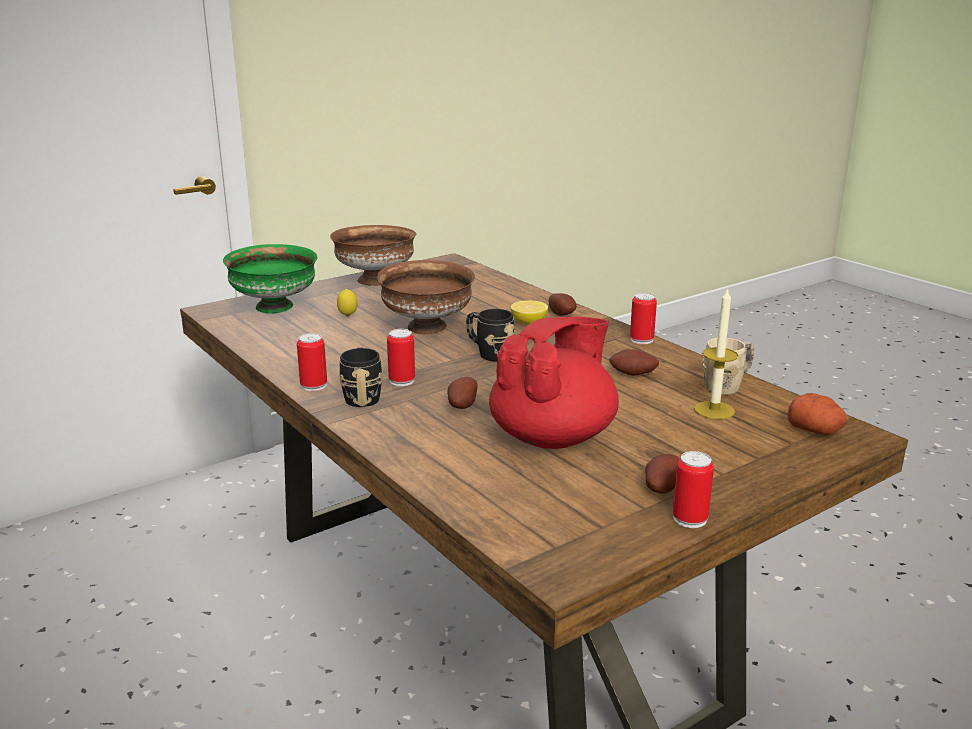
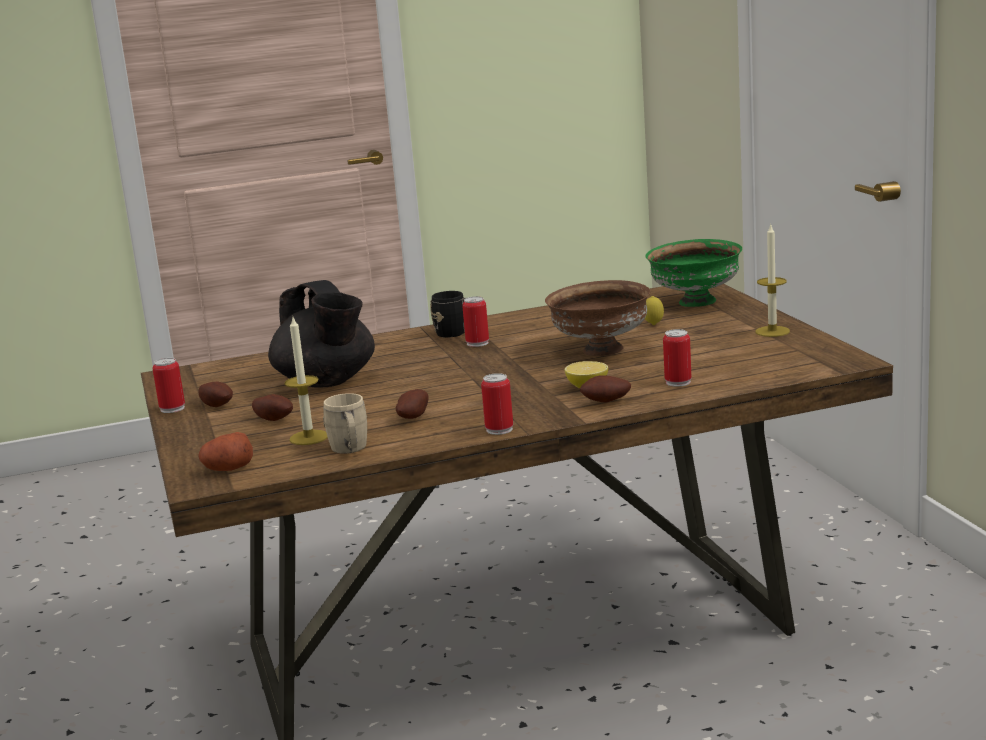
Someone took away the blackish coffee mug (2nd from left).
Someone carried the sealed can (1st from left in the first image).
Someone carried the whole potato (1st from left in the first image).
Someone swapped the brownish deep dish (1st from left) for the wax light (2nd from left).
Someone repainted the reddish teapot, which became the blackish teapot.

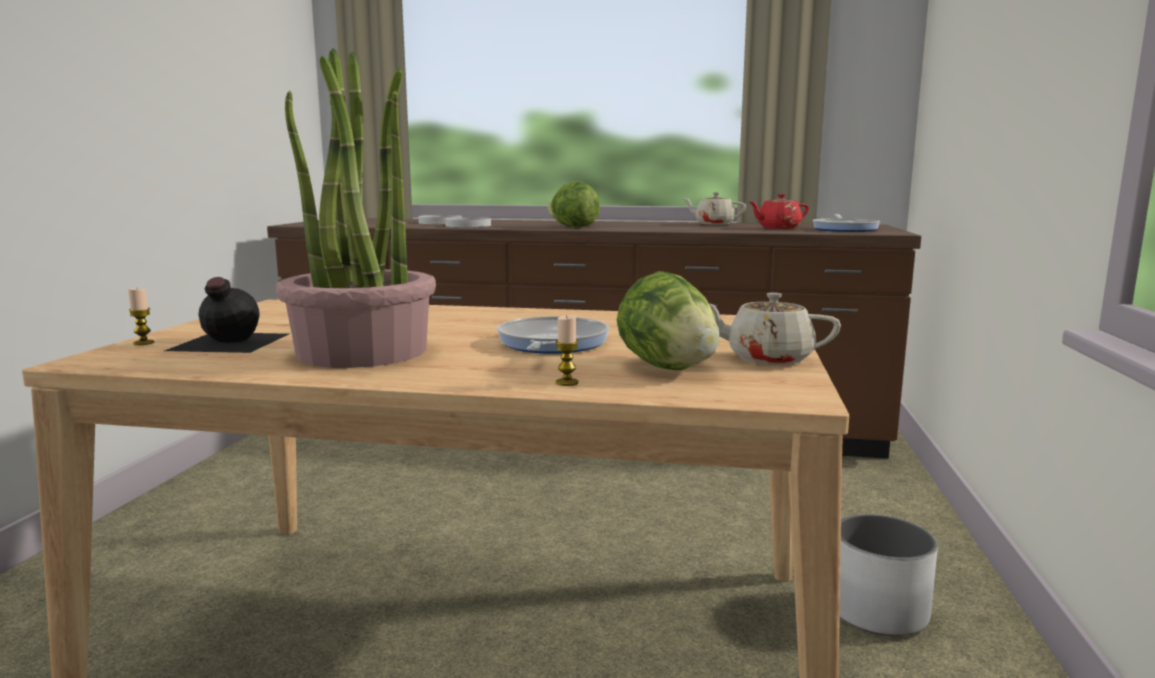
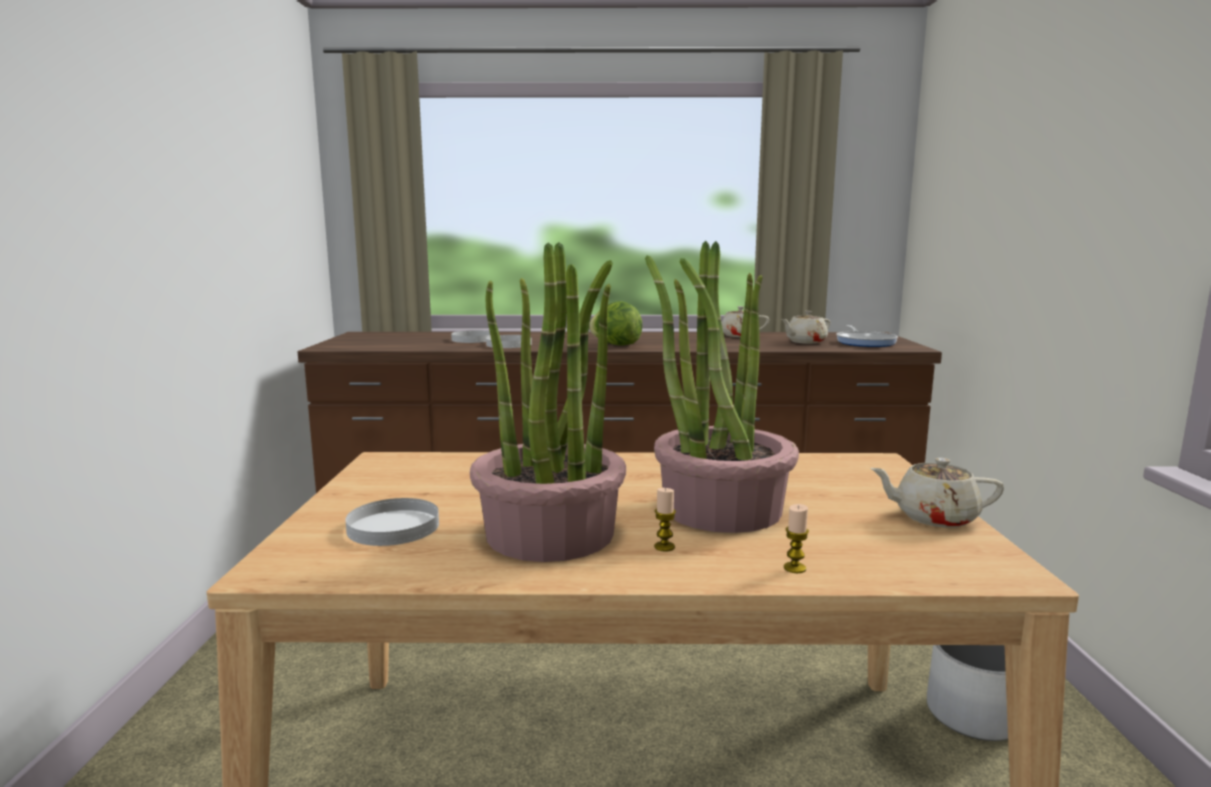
Someone took away the head of lettuce (2nd from left).
Someone carried the wax light (1st from left).
Someone swapped the blackish beverage bottle for the whitish plate (1st from left).
Someone swapped the pan (1st from left) for the potted plant (2nd from left).
Someone repainted the reddish teapot, which became the beige-coloured teapot (2nd from left).

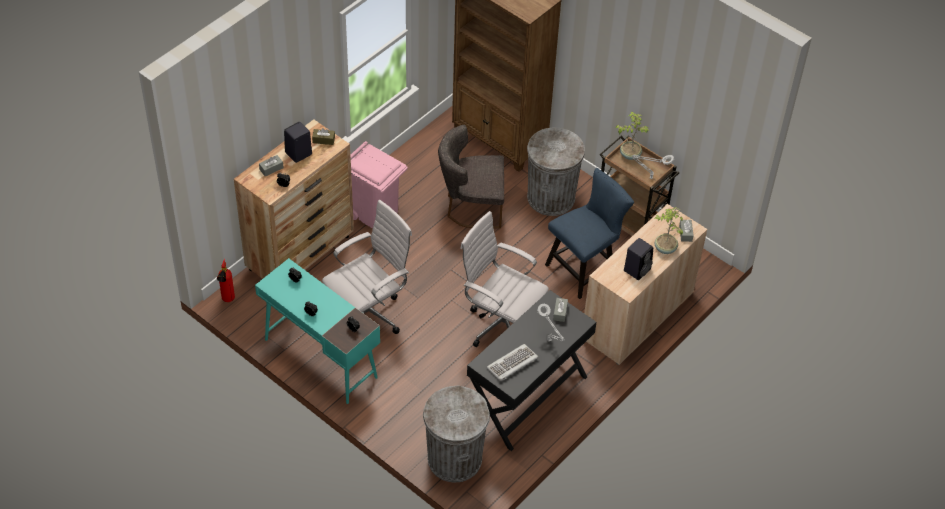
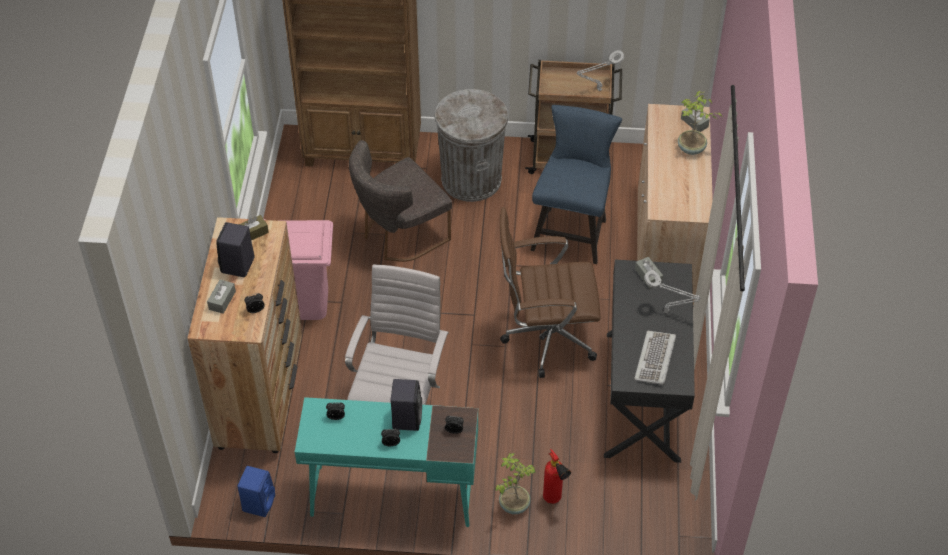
Someone took away the grey waste bin (1st from left).
Someone put down the blue-coloured audio speaker.
Someone carried the extinguisher.
Someone carried the potted plant (1st from left).
Someone carried the blackish audio speaker (2nd from left).
Someone repainted the whitish desk chair (2nd from left), which became the brownish desk chair.

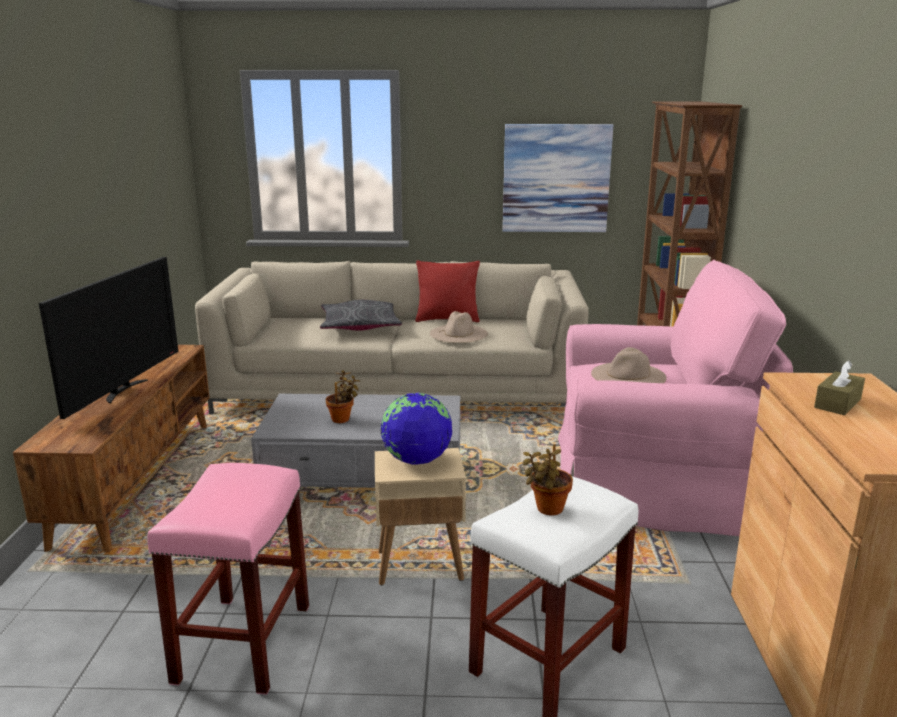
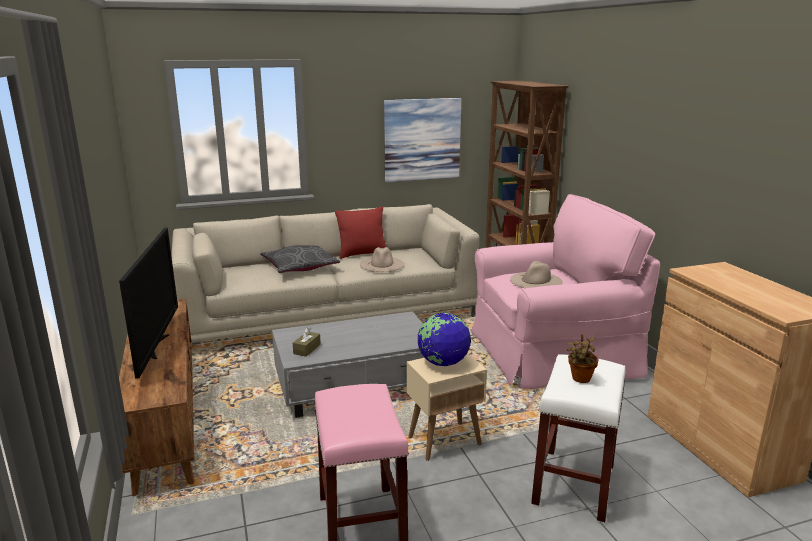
Someone took away the potted plant (1st from left).
Someone carried the brownish tissue box.

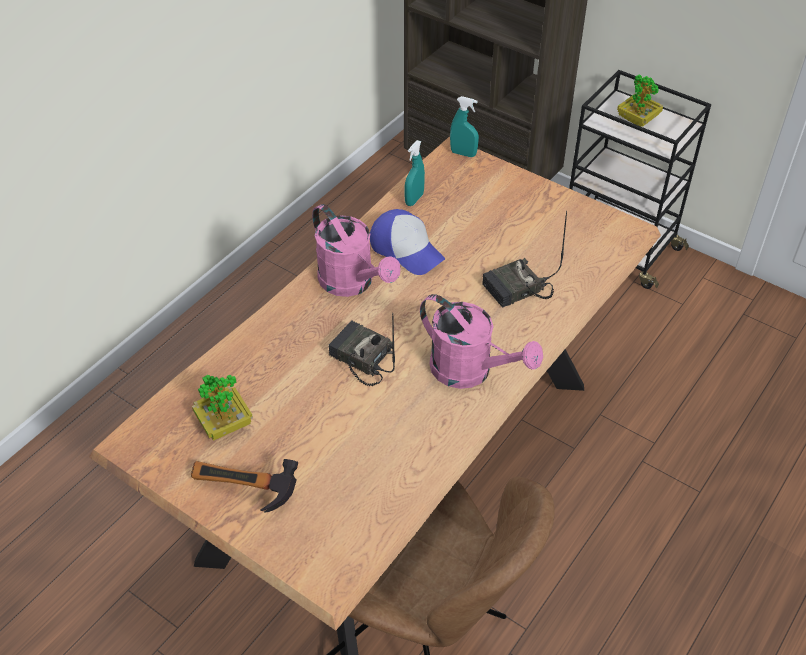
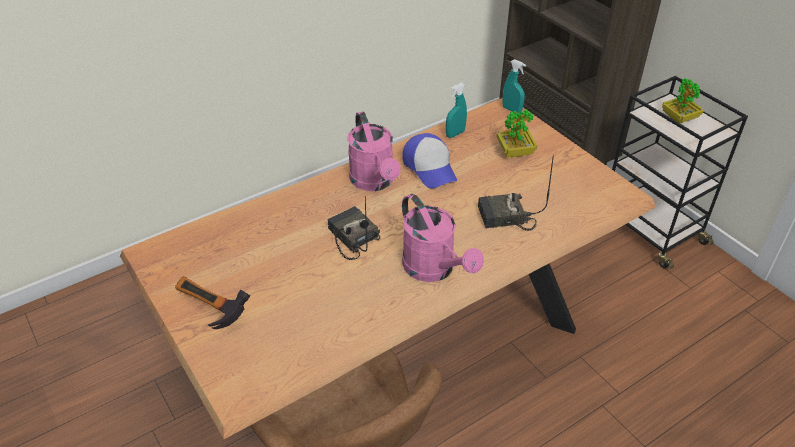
Someone carried the potted plant (1st from left).

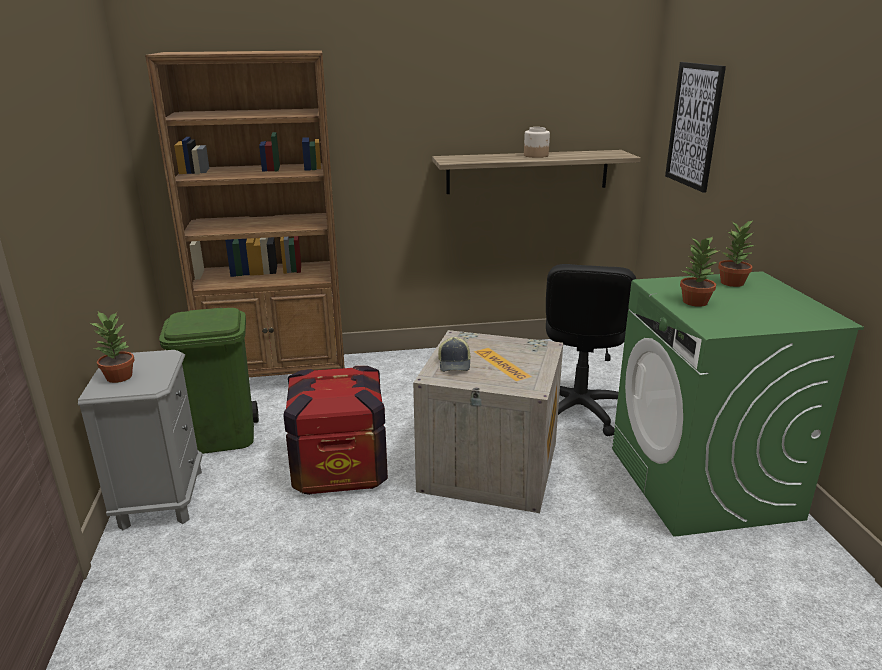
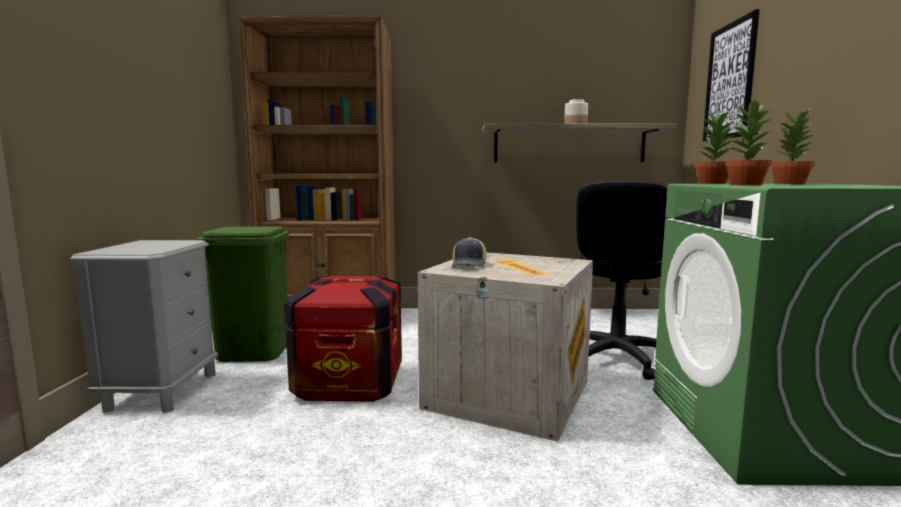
Someone carried the potted plant (1st from left).

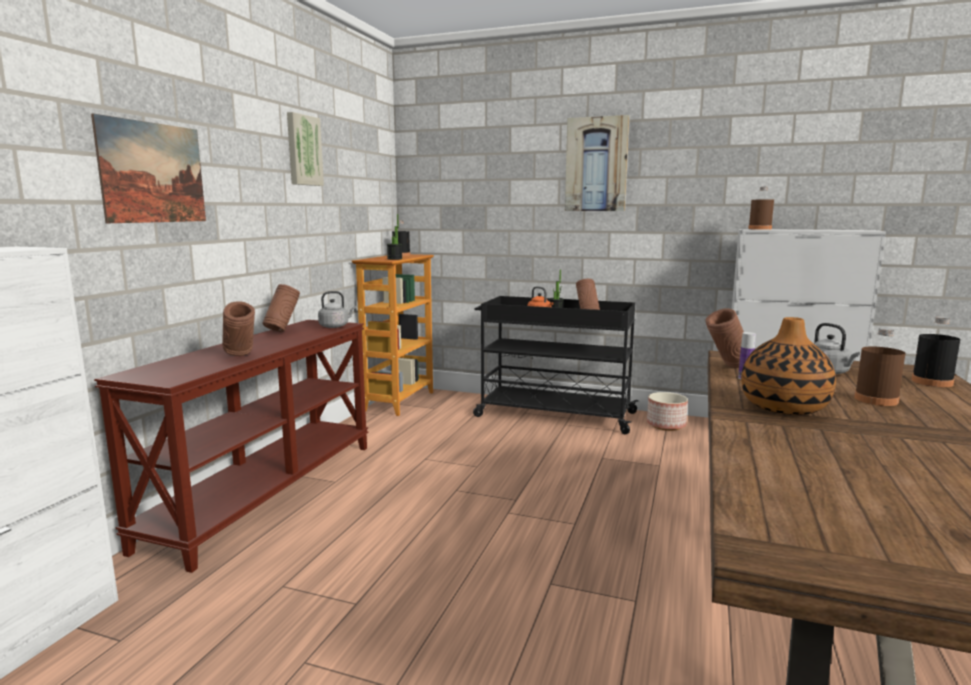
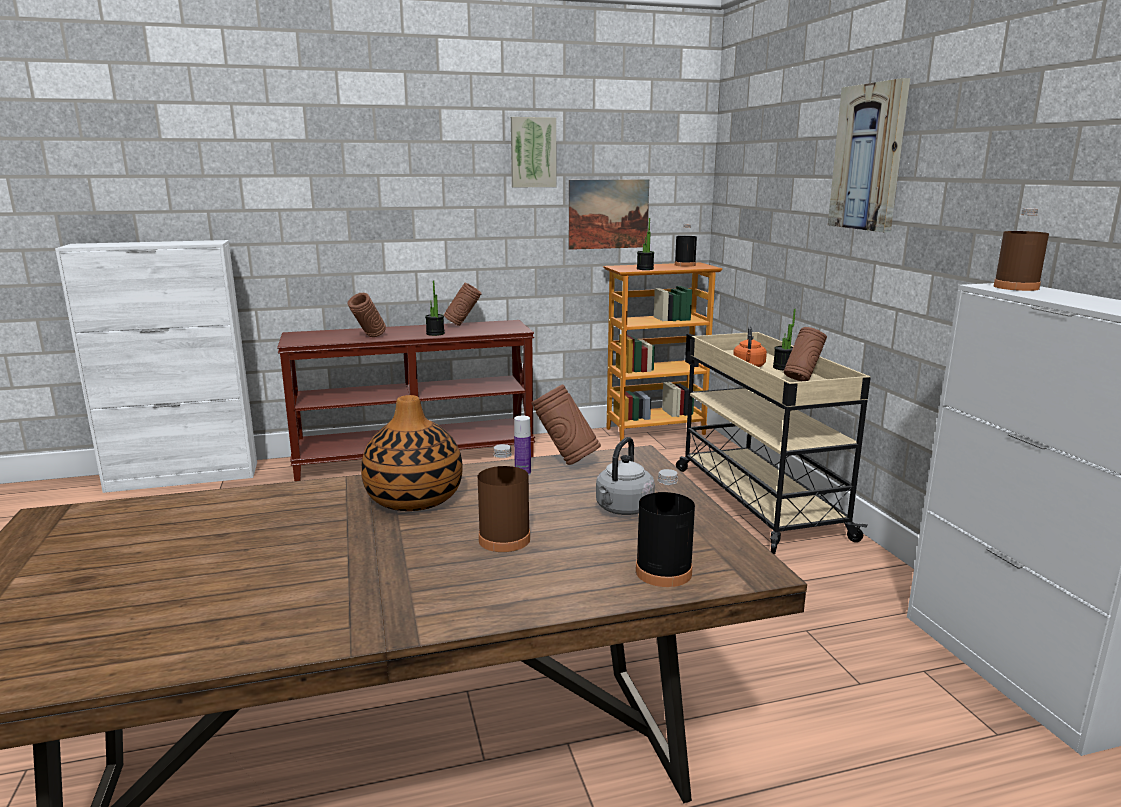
Someone took away the grey water kettle (1st from left).
Someone took away the flower pot.
Someone put down the potted plant (1st from left).
Someone carried the picture (1st from left in the first image).
Someone repainted the blackish cart, which became the beige-coloured cart.

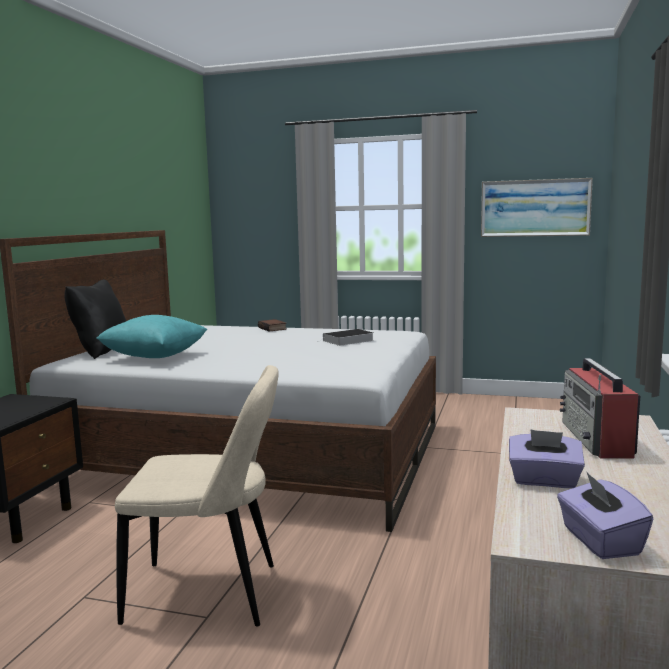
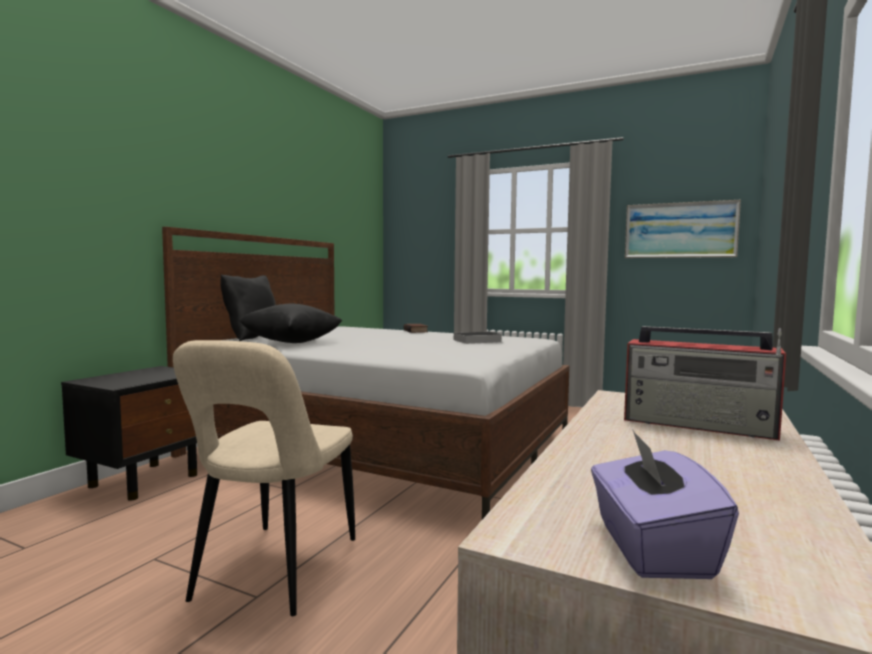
Someone took away the purplish tissue box (1st from left).
Someone repainted the turquoise-coloured throw pillow, which became the blackish throw pillow (2nd from left).
Someone rotated the beige-coloured upright chair by 90 degrees clockwise.
Someone rotated the radio set by 75 degrees counterclockwise.

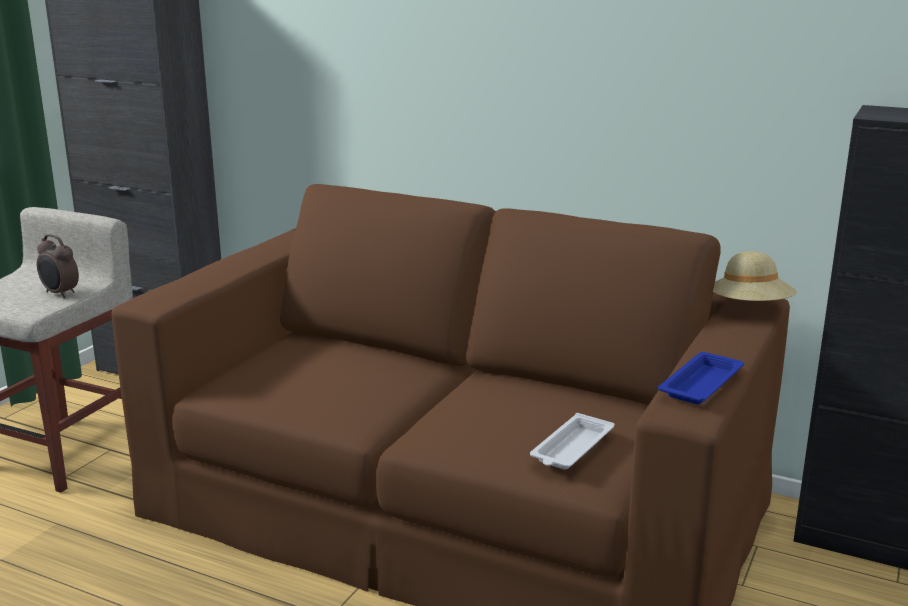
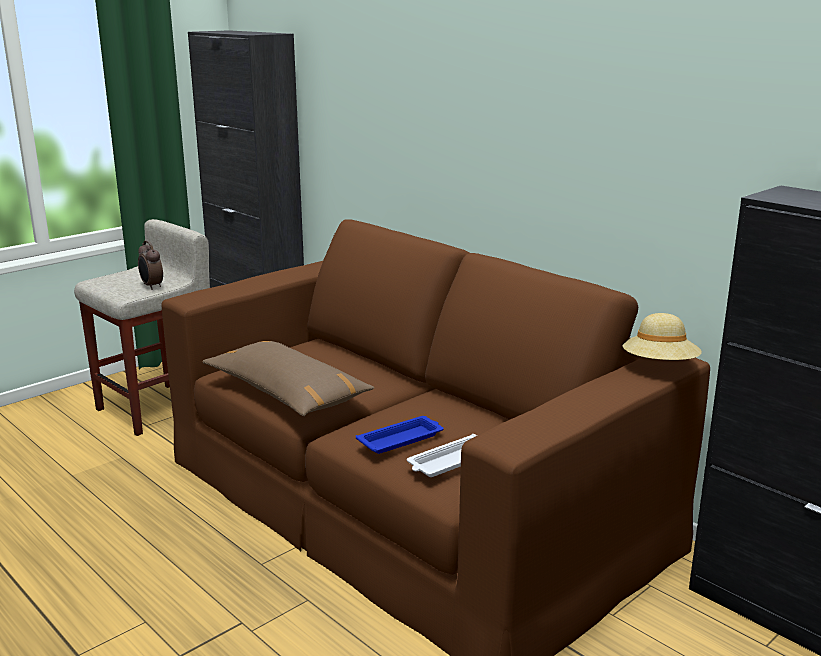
Someone put down the brownish throw pillow.
Someone carried the blue-coloured tray.

